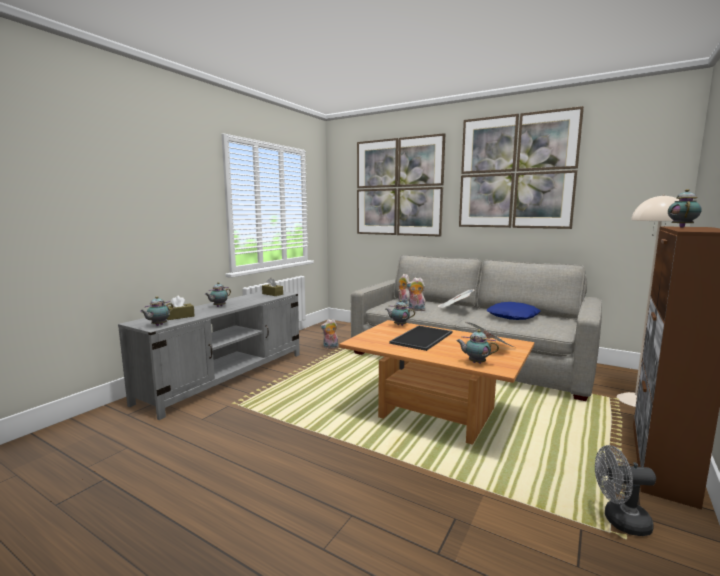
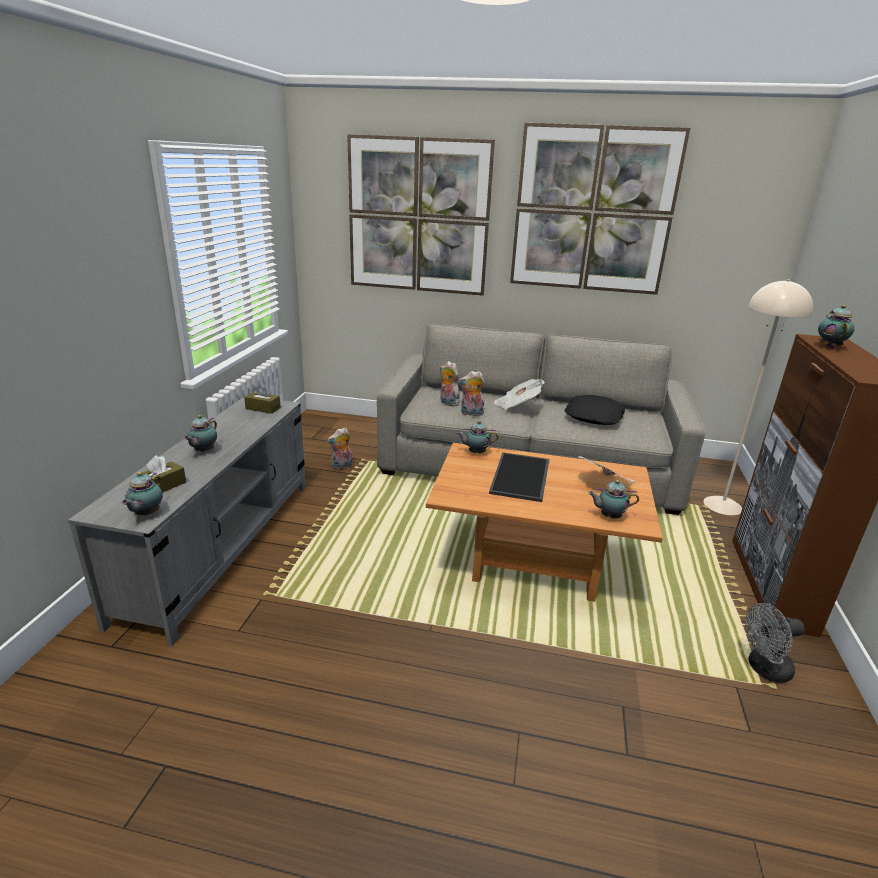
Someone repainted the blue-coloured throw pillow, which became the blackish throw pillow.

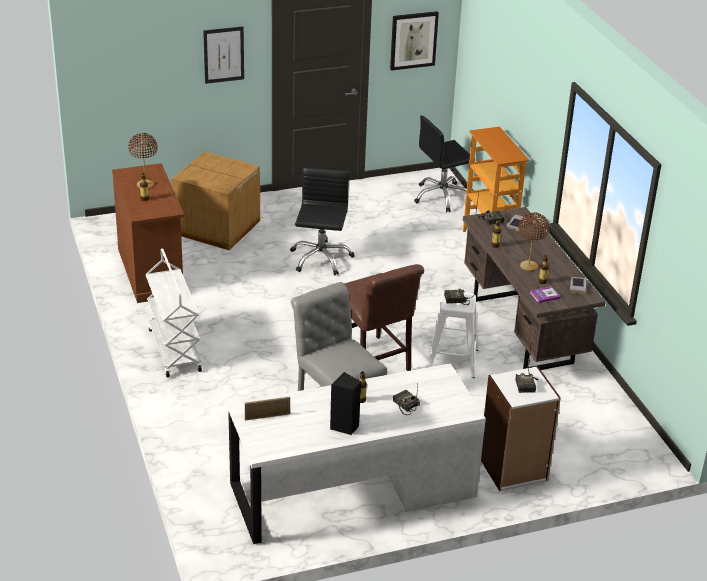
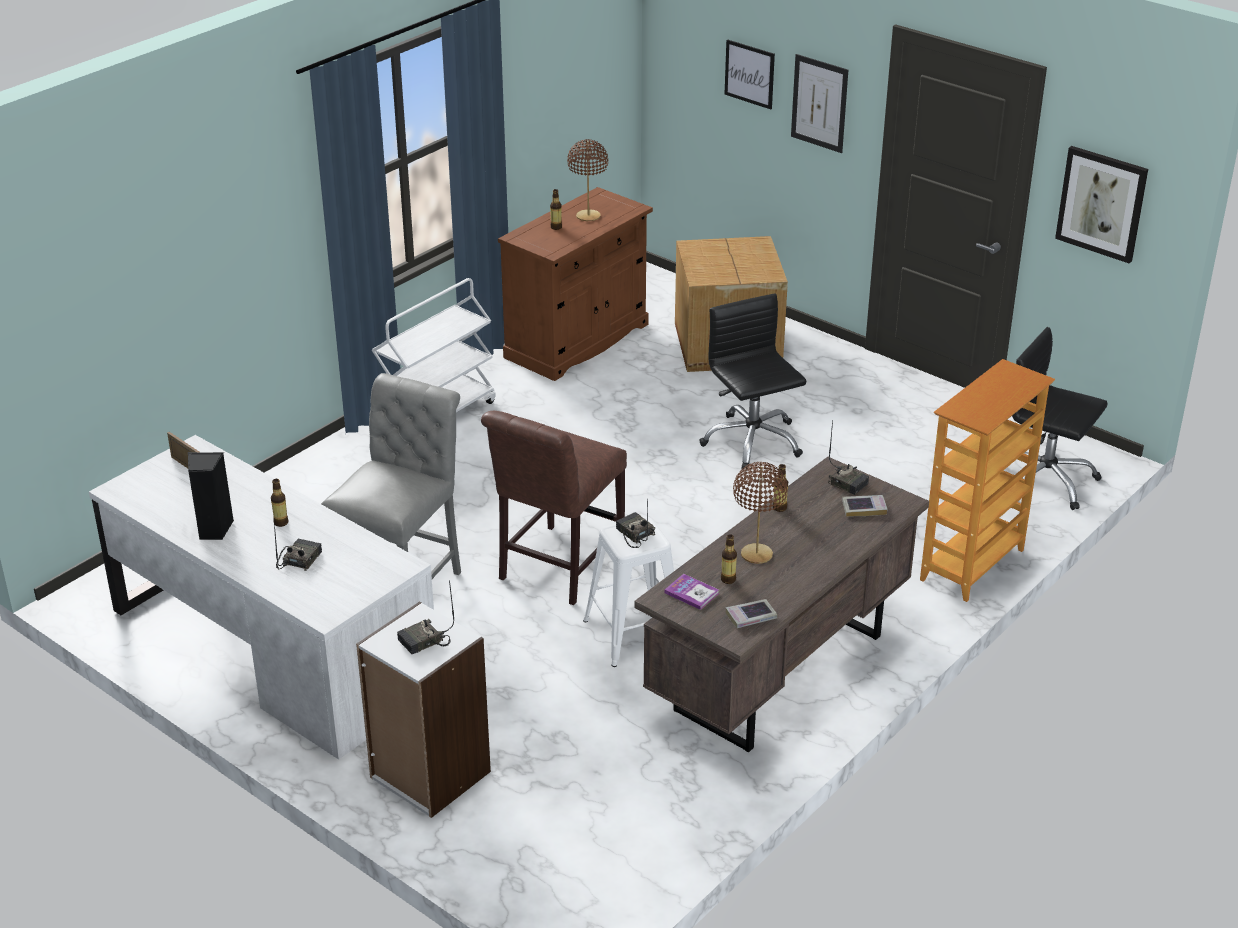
Someone put up the picture (1st from left).
Someone rotated the blackish desk chair (1st from left) by 90 degrees counterclockwise.

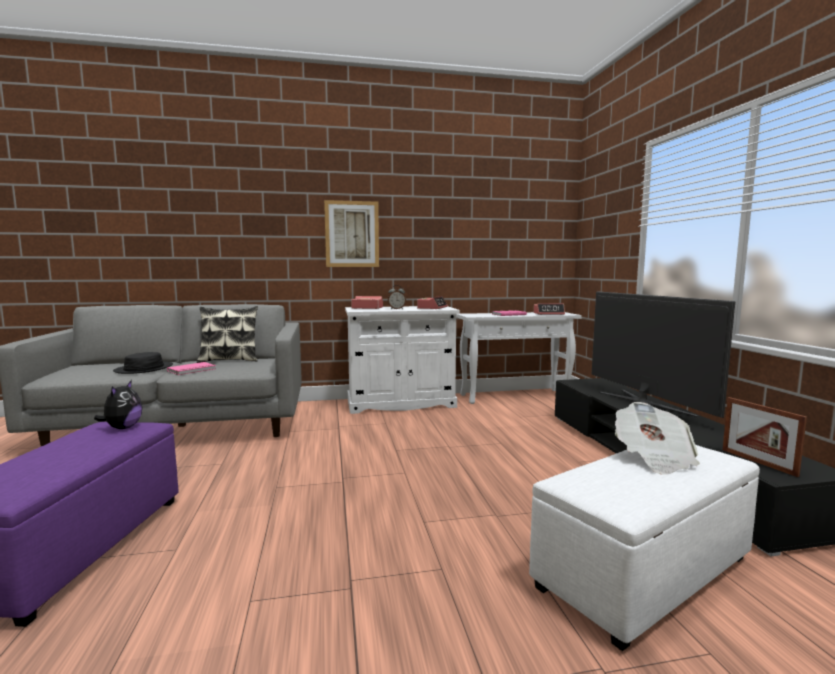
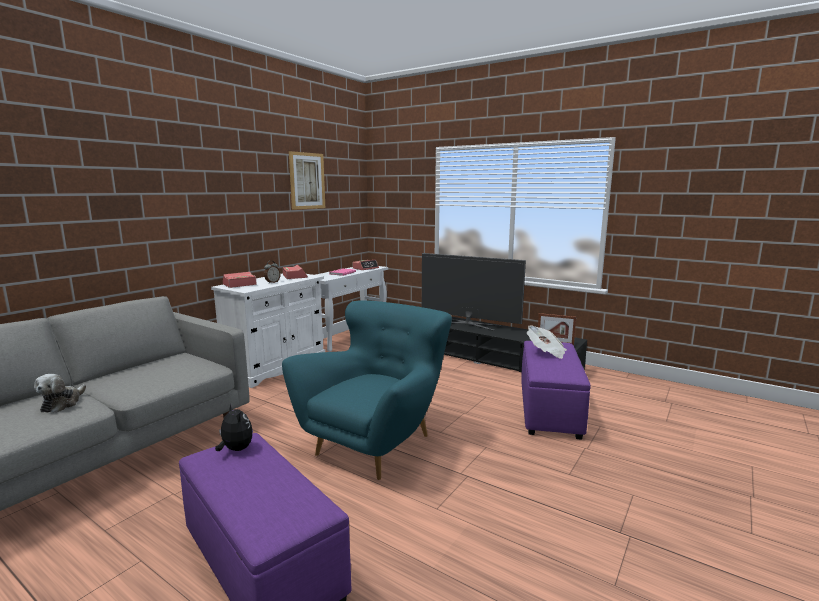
Someone took away the pinkish volume (1st from left).
Someone took away the throw pillow.
Someone put down the turquoise-coloured easy chair.
Someone carried the picture.
Someone swapped the blackish wearable hat for the plush toy (1st from left).
Someone repainted the whitish footrest, which became the purplish footrest (2nd from left).

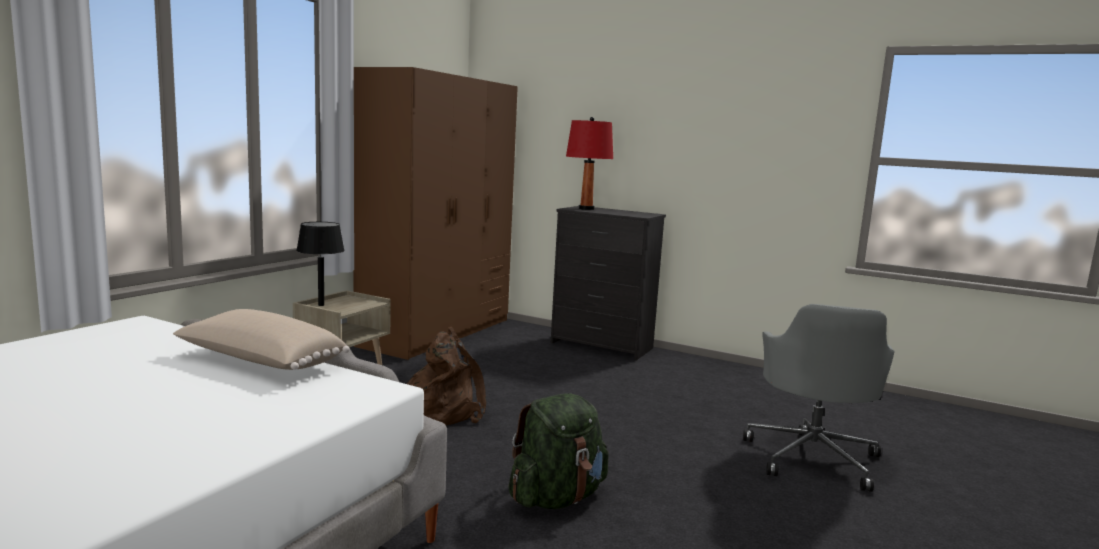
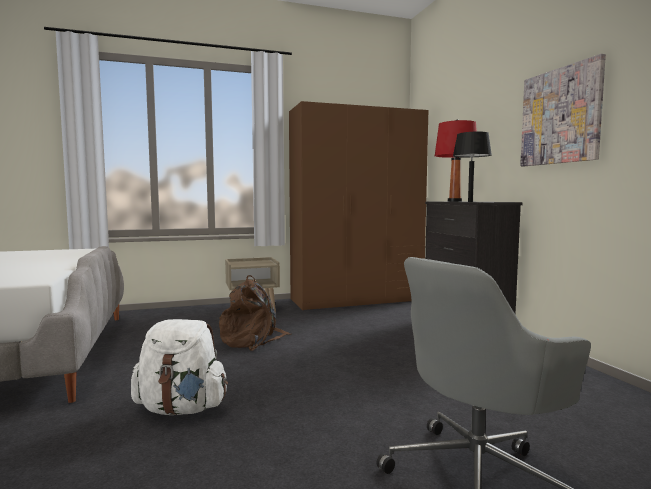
Someone took away the beige-coloured throw pillow.
Someone put up the picture.
Someone carried the blackish tabletop lamp.
Someone repainted the green knapsack, which became the whitish knapsack.

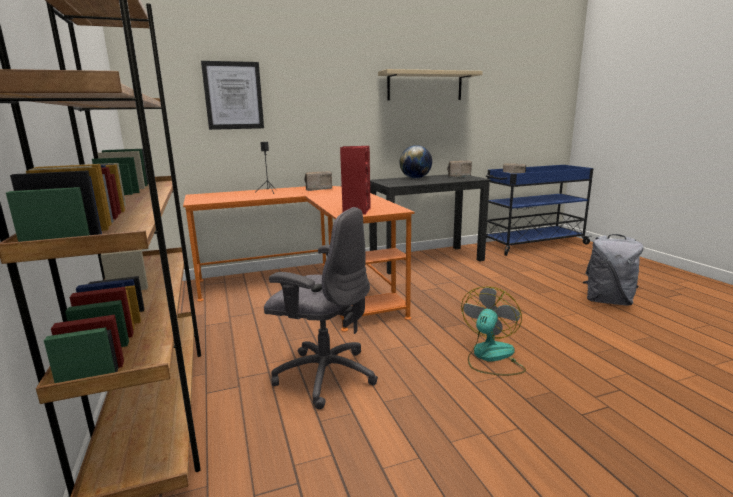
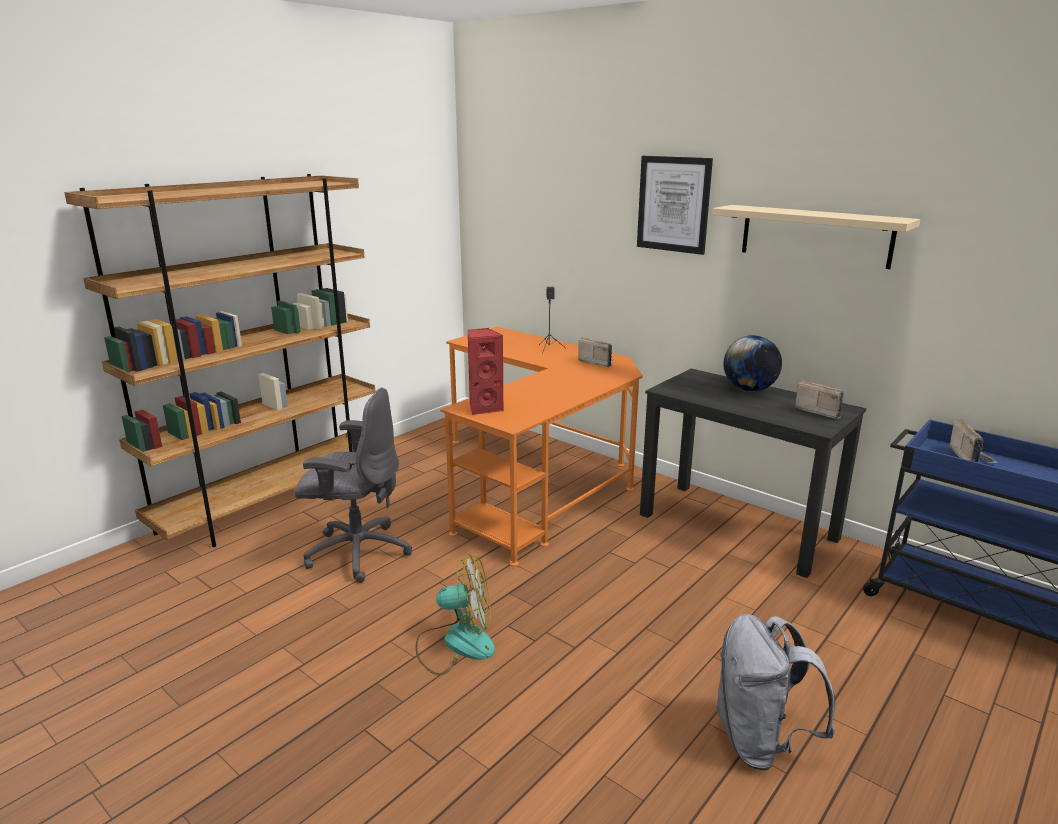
Someone carried the picture.
Someone rotated the grey desk chair by 75 degrees counterclockwise.

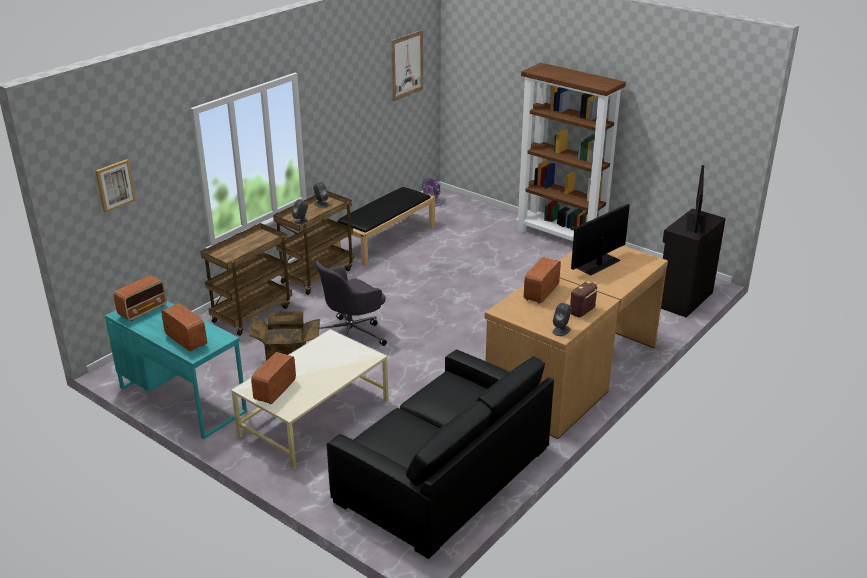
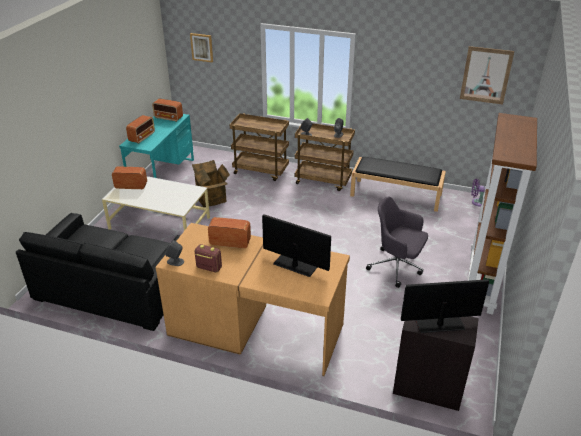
Someone carried the grey desk chair.

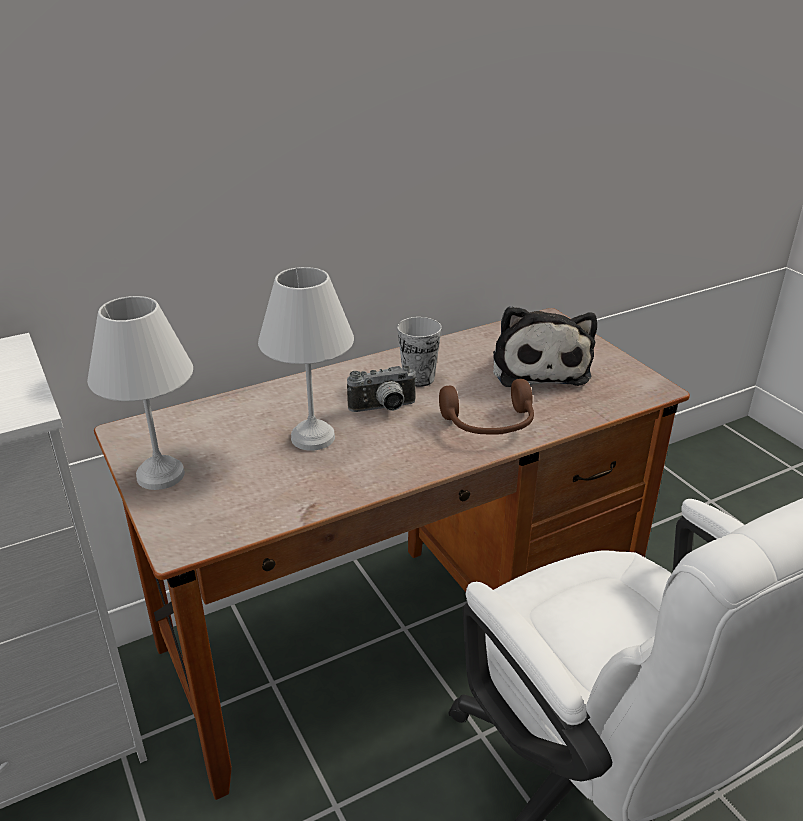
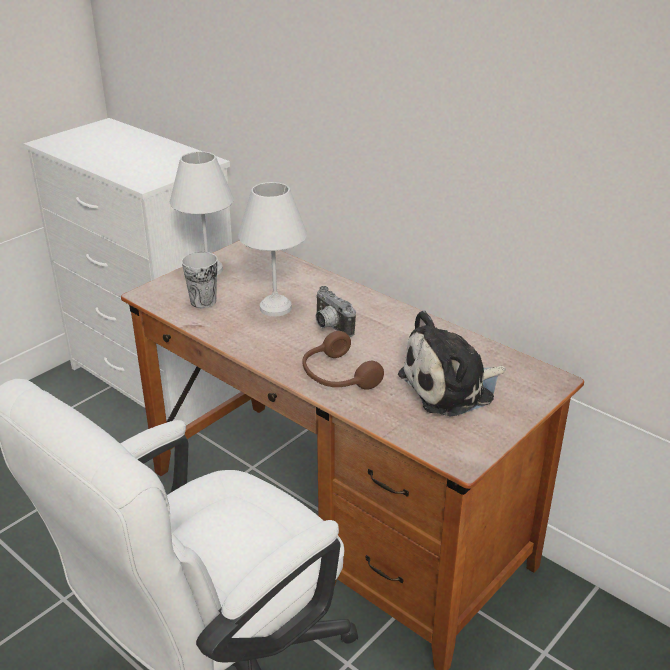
Someone carried the small cup.

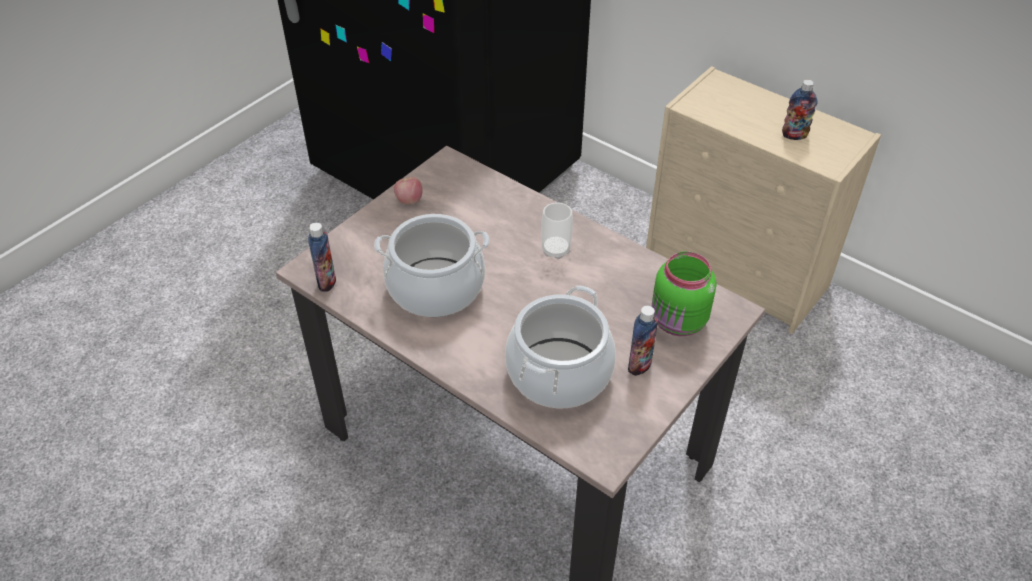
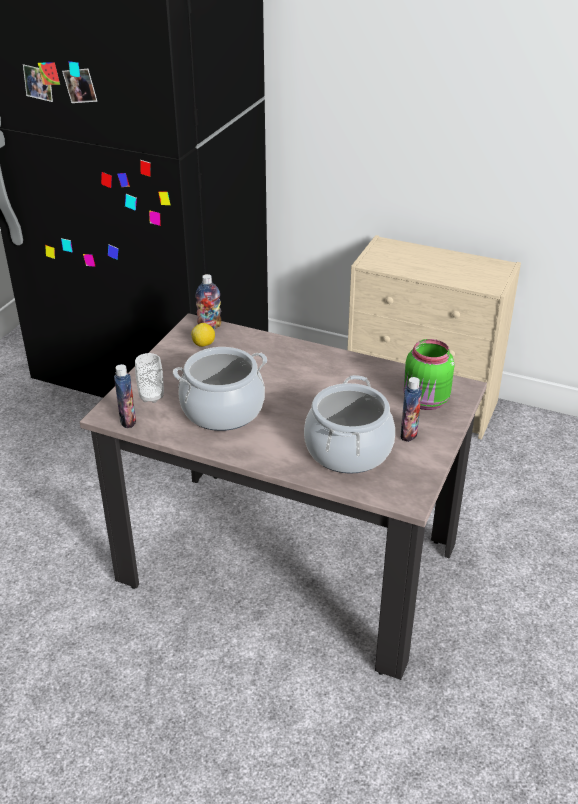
Someone took away the apple fruit.
Someone put down the lemon.
Someone carried the small cup.
Someone carried the beverage bottle (3rd from left in the first image).

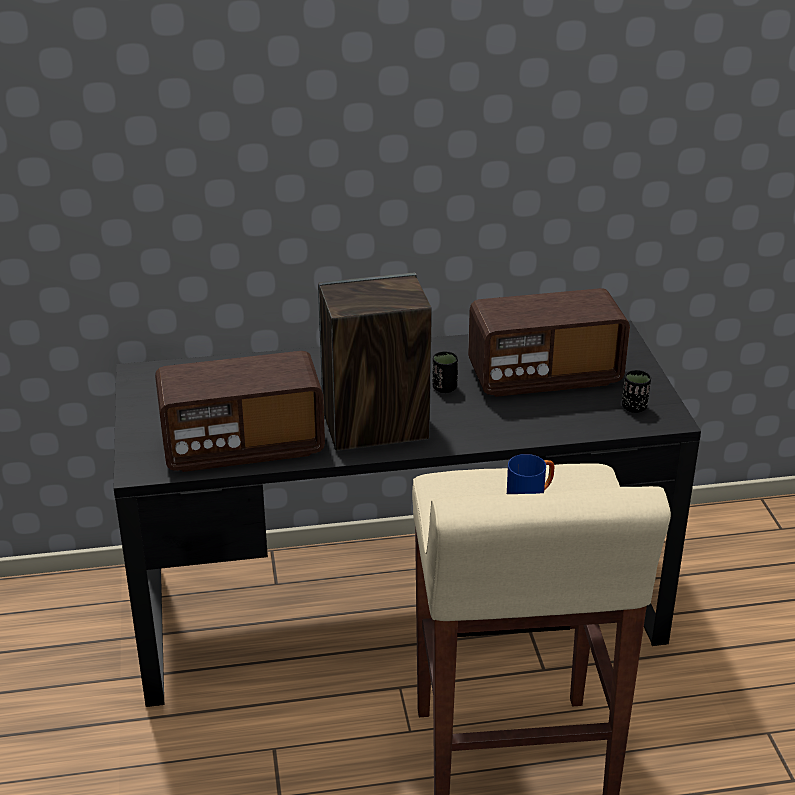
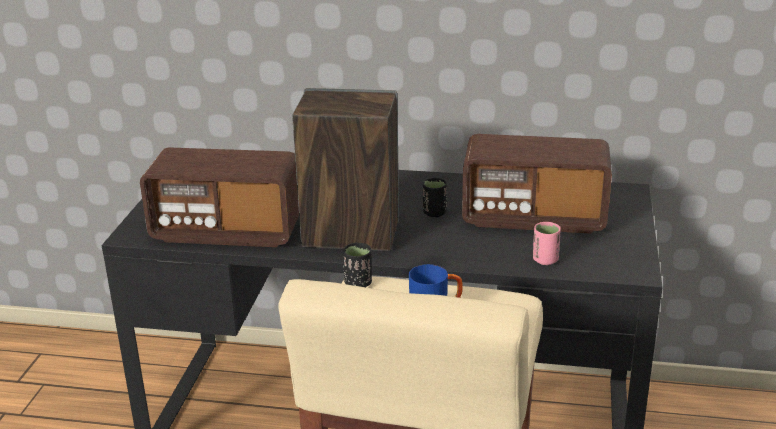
Someone put down the pinkish small cup.
Someone carried the blackish small cup (2nd from left in the first image).

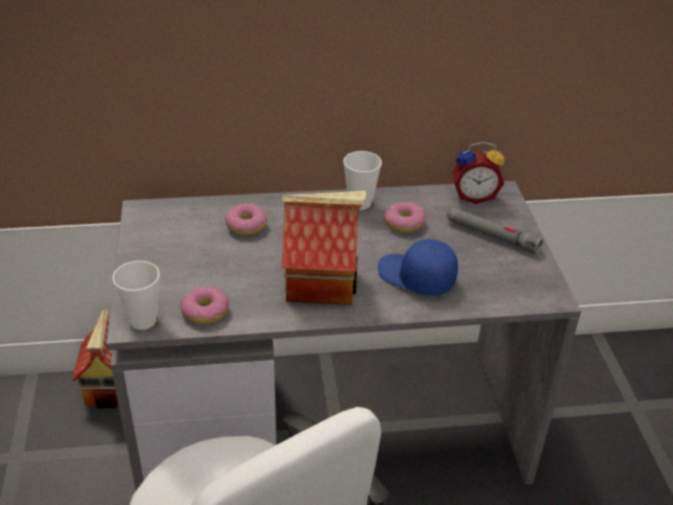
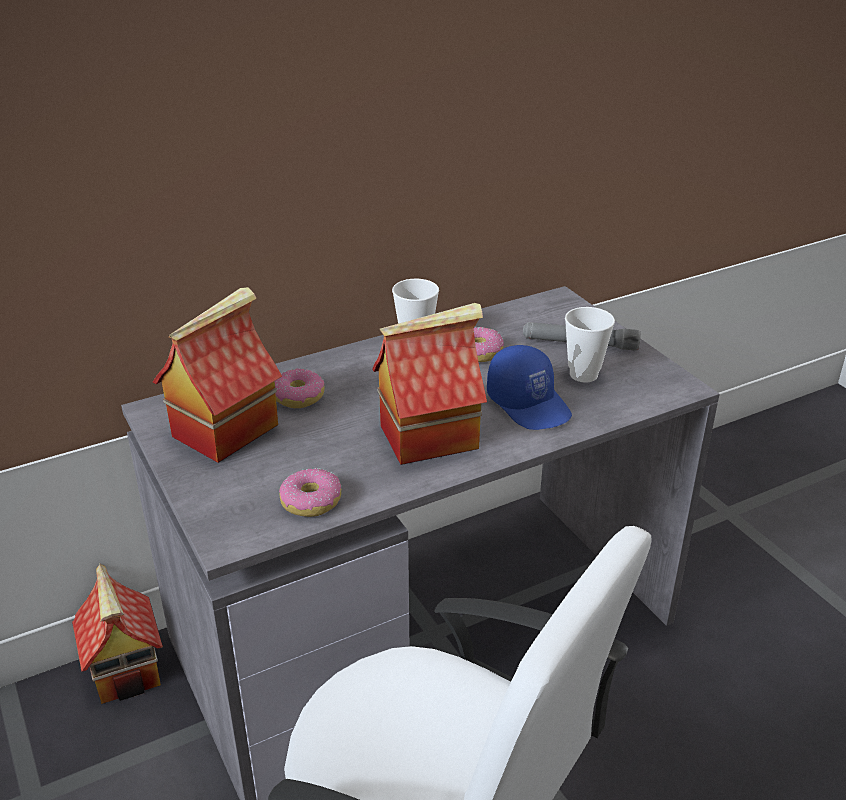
Someone took away the table clock.
Someone put down the miniature house (2nd from left).
Someone carried the small cup (1st from left in the first image).
Someone rotated the blue-coloured baseball cap by 135 degrees counterclockwise.

